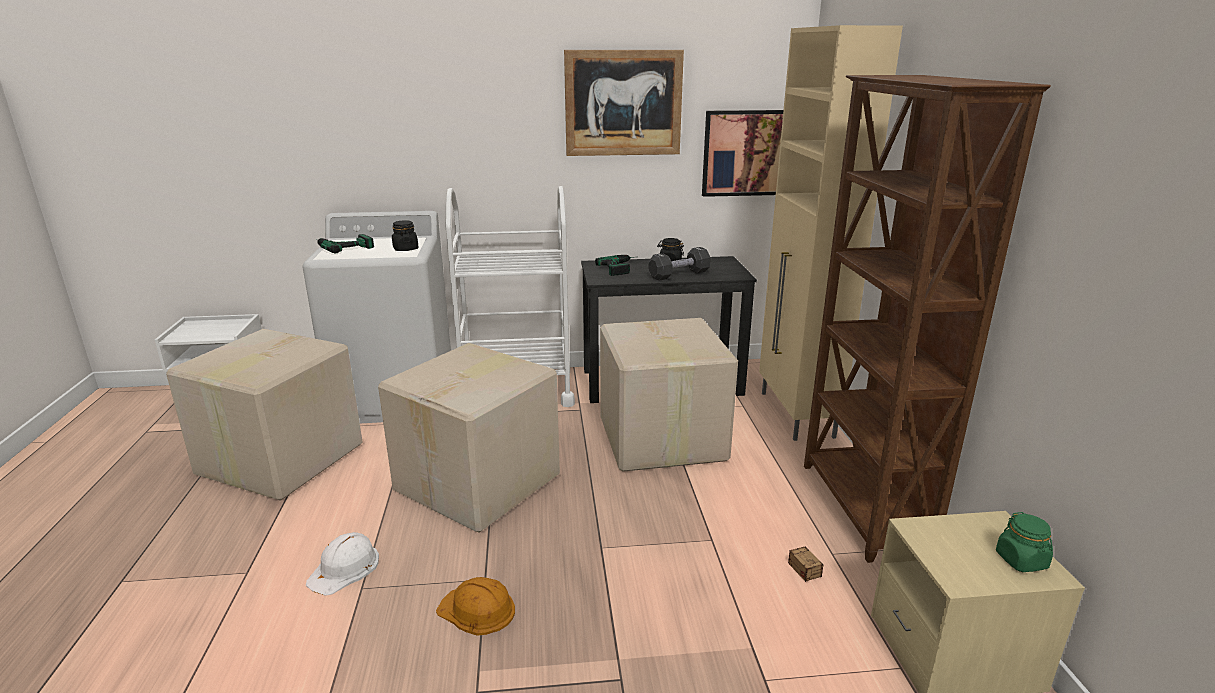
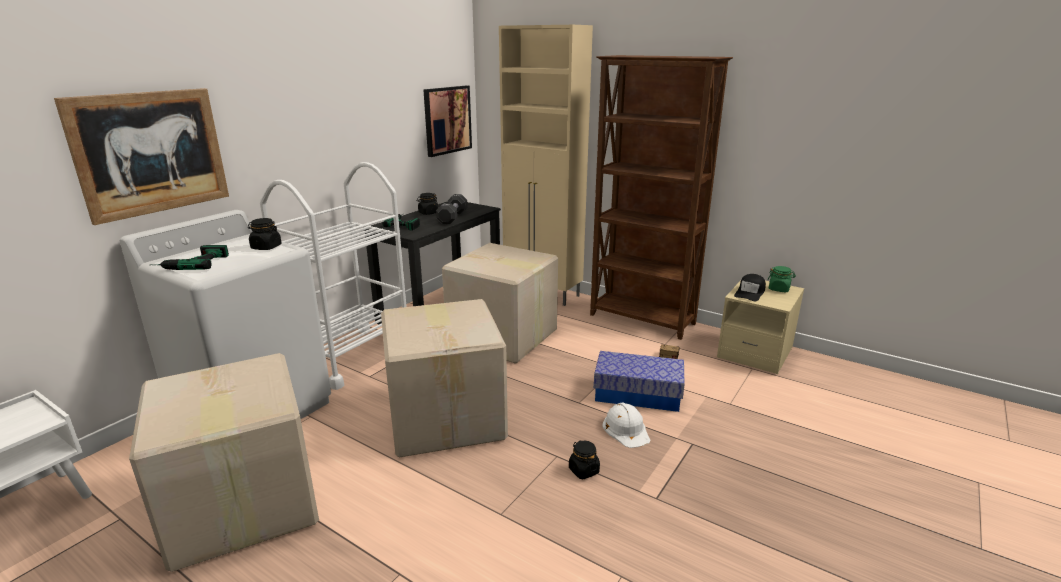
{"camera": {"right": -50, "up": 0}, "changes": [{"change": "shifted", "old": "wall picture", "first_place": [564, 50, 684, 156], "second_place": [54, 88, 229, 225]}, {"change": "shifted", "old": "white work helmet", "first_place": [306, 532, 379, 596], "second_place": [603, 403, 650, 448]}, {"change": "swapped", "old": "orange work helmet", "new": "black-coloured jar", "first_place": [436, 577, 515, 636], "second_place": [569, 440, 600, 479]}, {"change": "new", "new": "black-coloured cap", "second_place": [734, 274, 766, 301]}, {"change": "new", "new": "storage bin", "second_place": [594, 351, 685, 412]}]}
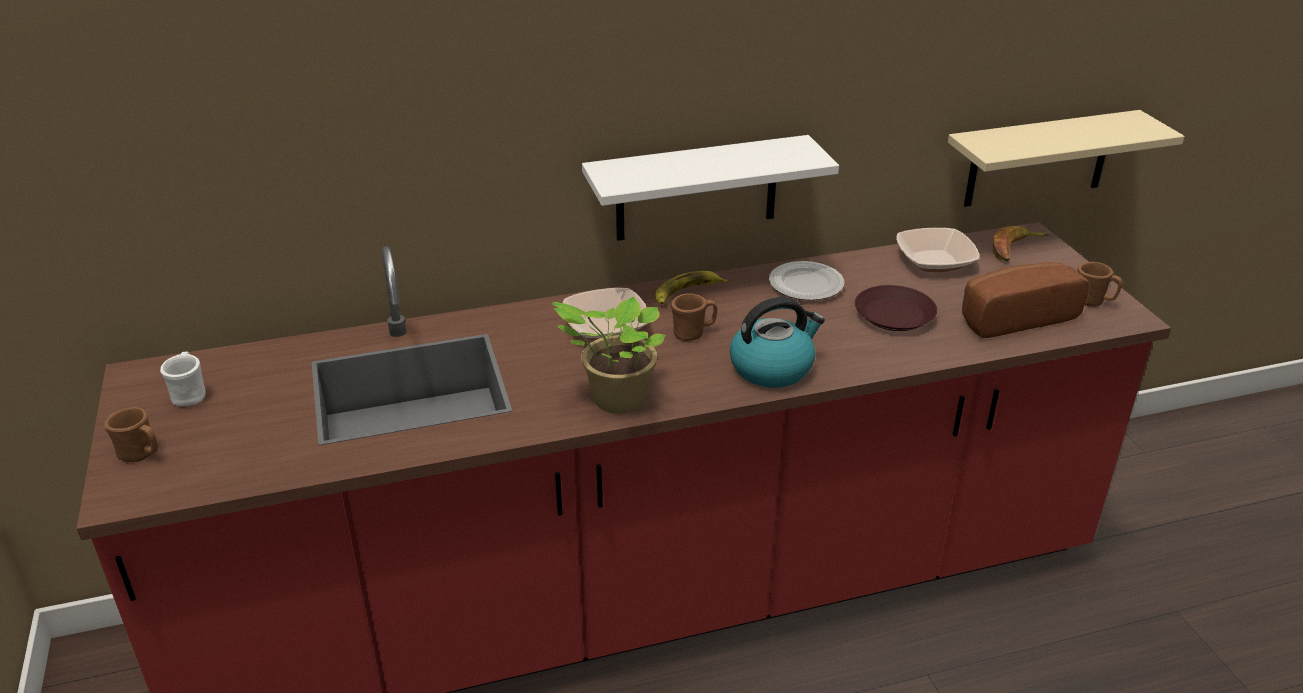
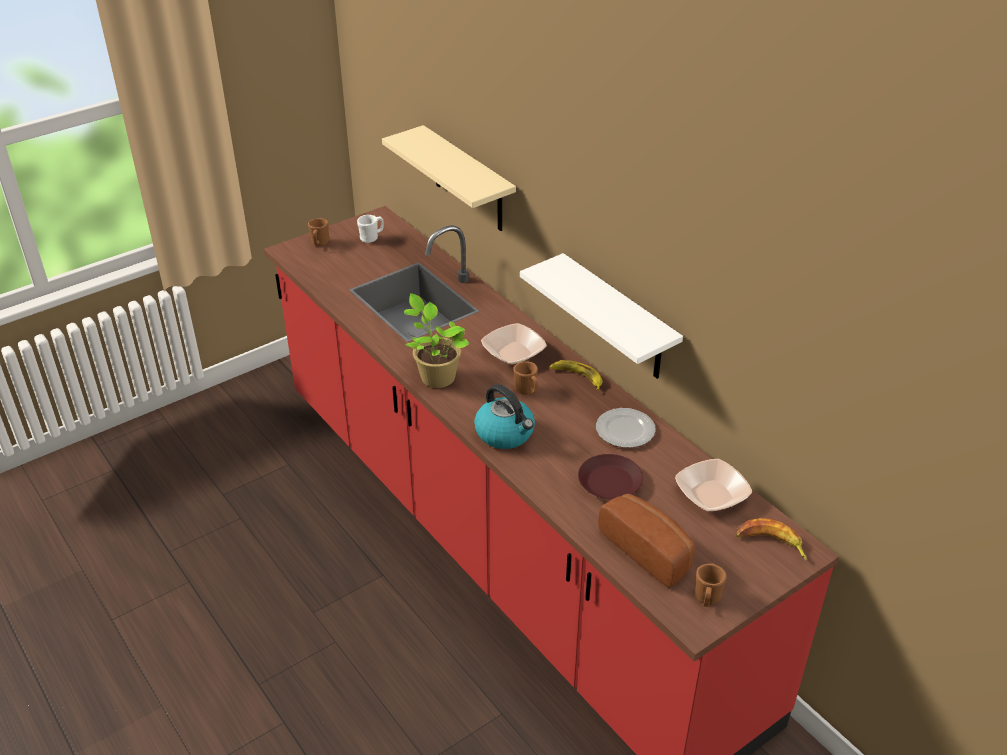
{"camera": {"right": 70, "up": 5}, "changes": [{"change": "shifted", "old": "sand-coloured shelf", "first_place": [948, 110, 1185, 207], "second_place": [382, 125, 516, 231]}]}
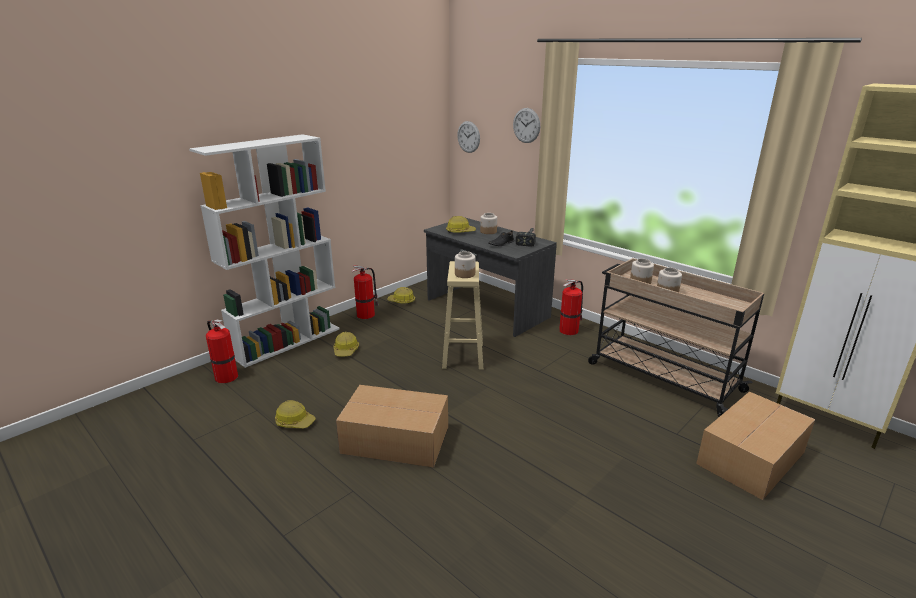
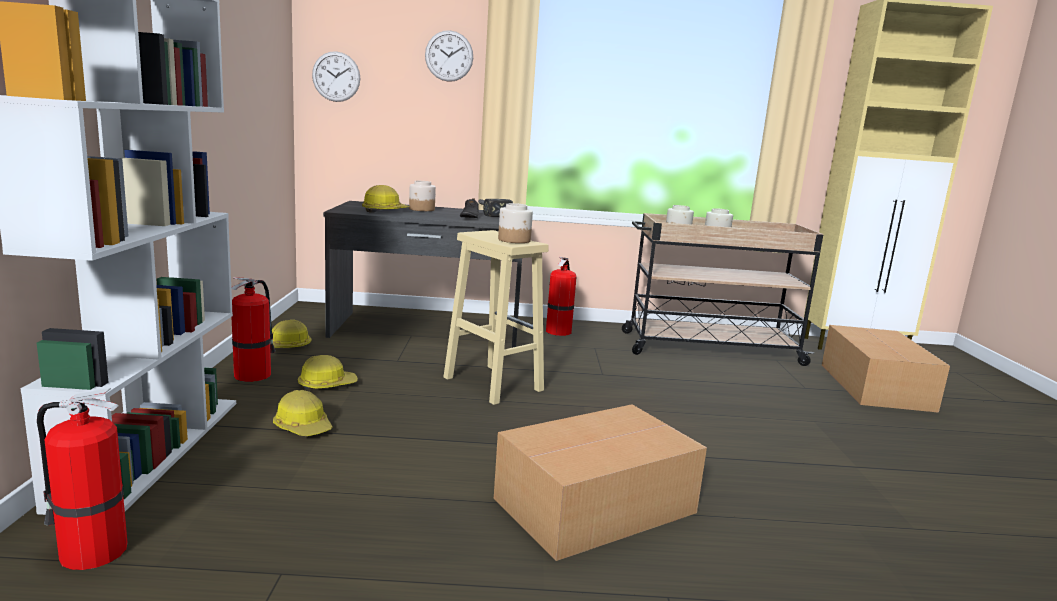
{"camera": {"right": -45, "up": -10}, "changes": [{"change": "shifted", "old": "work helmet", "first_place": [275, 400, 316, 429], "second_place": [298, 355, 357, 389]}]}
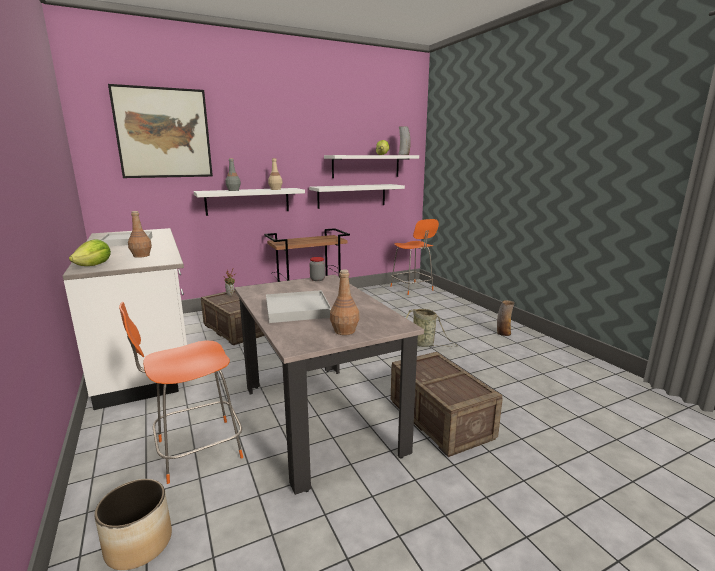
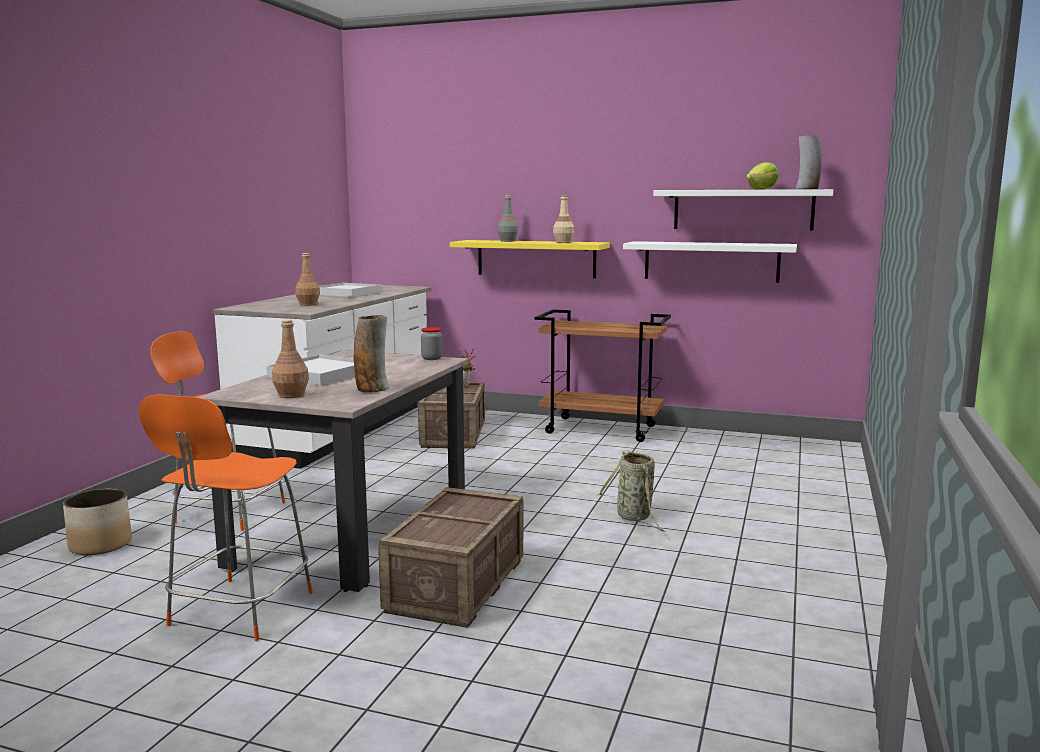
{"camera": {"right": 45, "up": -5}, "changes": [{"change": "gone", "old": "wall picture", "first_place": [108, 84, 213, 178]}, {"change": "repainted", "old": "white shelf", "new": "yellow shelf", "first_place": [193, 188, 305, 216], "second_place": [450, 240, 610, 278]}, {"change": "shifted", "old": "orange upright chair", "first_place": [390, 219, 439, 295], "second_place": [139, 394, 313, 641]}, {"change": "gone", "old": "head of lettuce", "first_place": [69, 239, 111, 266]}, {"change": "shifted", "old": "vase", "first_place": [497, 300, 515, 336], "second_place": [353, 315, 389, 392]}]}
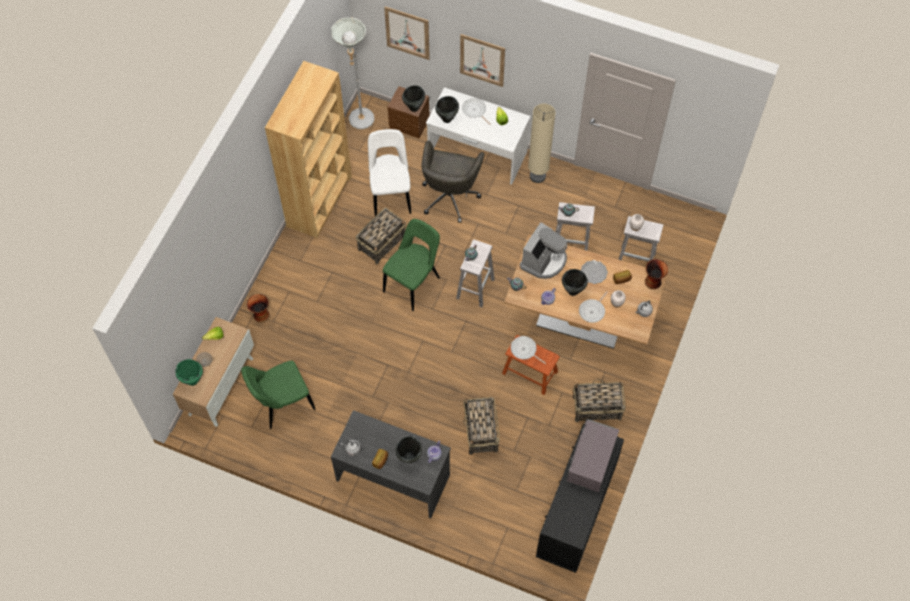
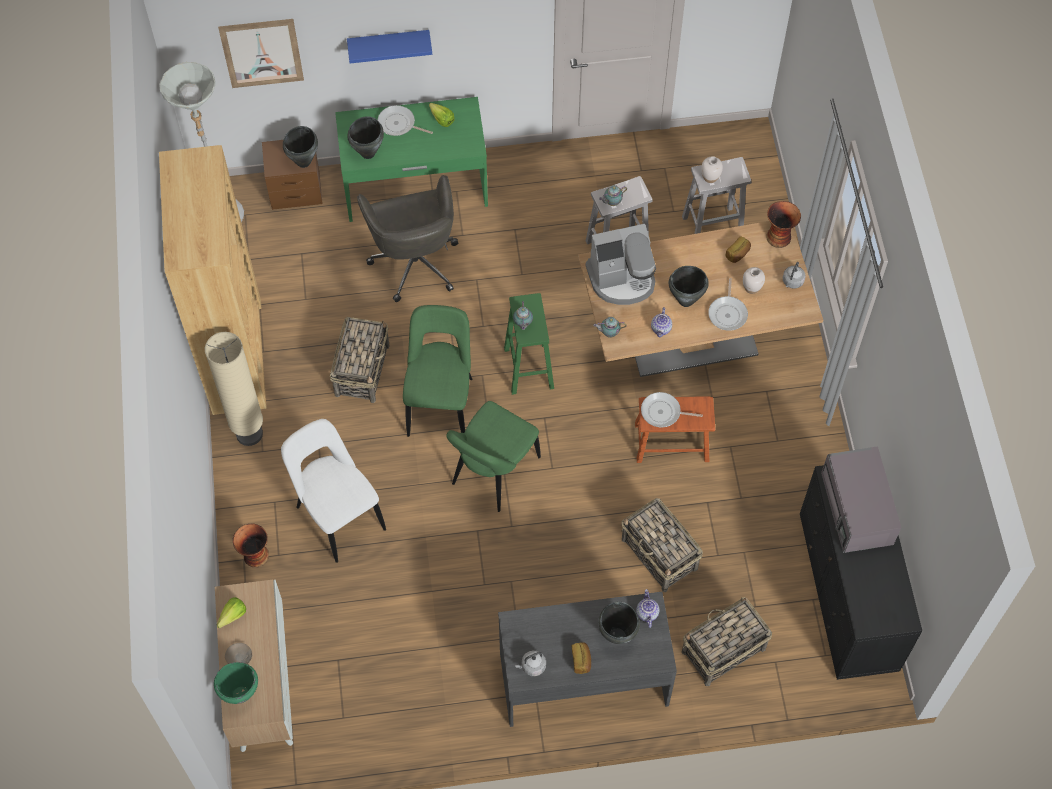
{"camera": {"right": -30, "up": 0}, "changes": [{"change": "swapped", "old": "wall picture", "new": "blue-coloured shelf", "first_place": [460, 34, 505, 87], "second_place": [347, 30, 432, 63]}, {"change": "repainted", "old": "white desk", "new": "greenish desk", "first_place": [426, 87, 530, 185], "second_place": [335, 97, 488, 222]}, {"change": "shifted", "old": "sand-coloured standing lamp", "first_place": [528, 103, 556, 183], "second_place": [205, 332, 263, 446]}, {"change": "shifted", "old": "white upright chair", "first_place": [368, 129, 411, 216], "second_place": [281, 419, 386, 563]}, {"change": "rotated", "old": "coffee machine", "first_place": [520, 222, 567, 279], "second_place": [586, 224, 656, 305], "degrees": 75}, {"change": "repainted", "old": "white sitting stool", "new": "greenish sitting stool", "first_place": [456, 239, 495, 307], "second_place": [504, 293, 554, 395]}, {"change": "gone", "old": "plate", "first_place": [581, 260, 608, 284]}, {"change": "shifted", "old": "greenish upright chair", "first_place": [241, 360, 316, 429], "second_place": [446, 401, 541, 512]}, {"change": "shifted", "old": "household basket", "first_place": [572, 379, 626, 422], "second_place": [682, 597, 772, 686]}]}
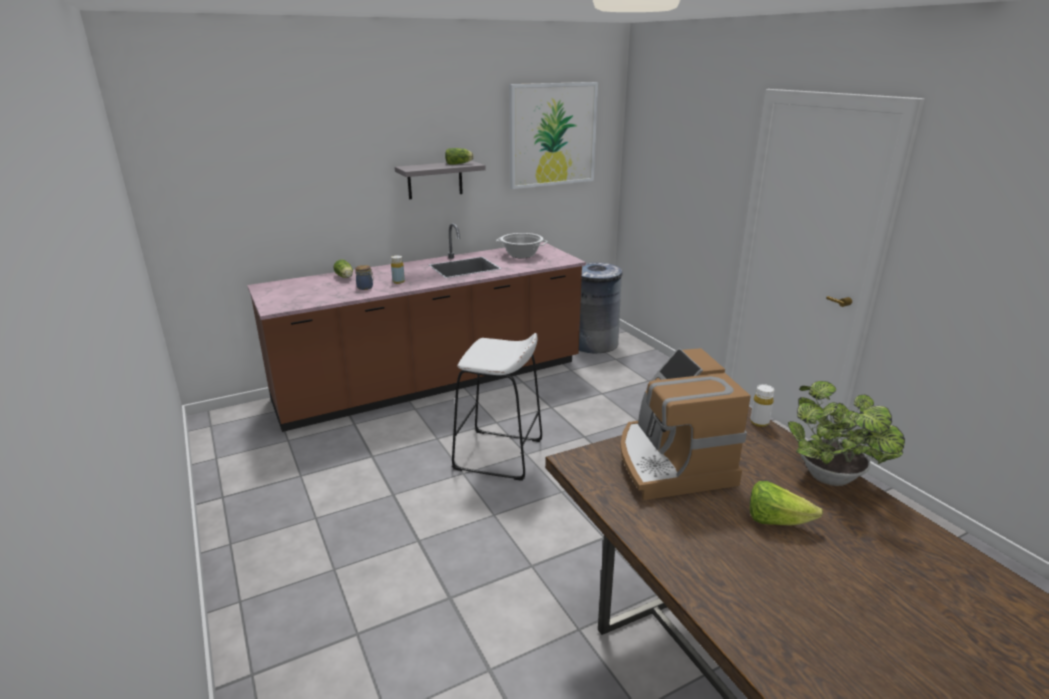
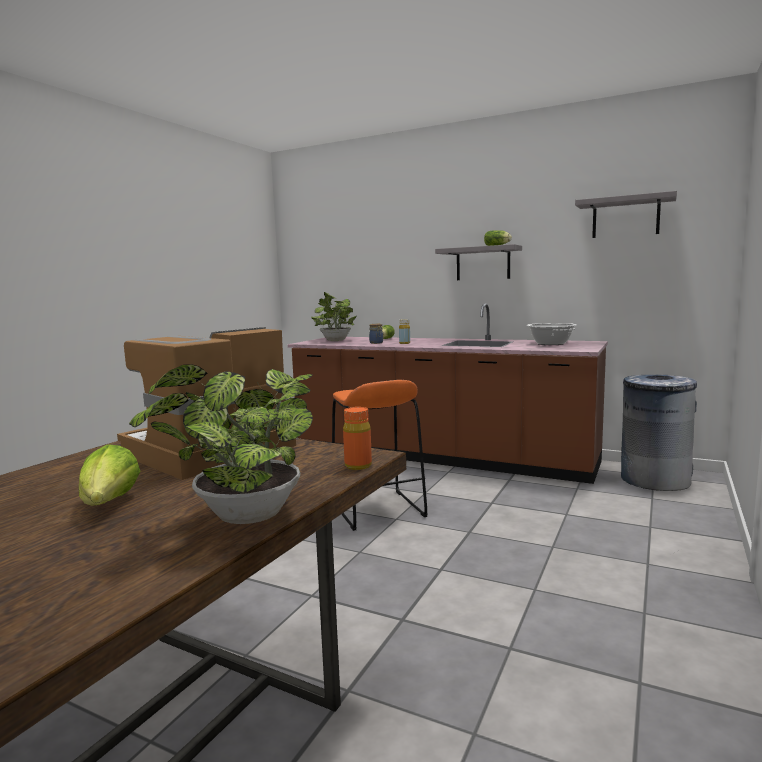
{"camera": {"right": 55, "up": -15}, "changes": [{"change": "swapped", "old": "wall picture", "new": "greyish shelf", "first_place": [509, 82, 598, 189], "second_place": [575, 191, 677, 238]}, {"change": "repainted", "old": "white sitting stool", "new": "orange sitting stool", "first_place": [452, 333, 542, 481], "second_place": [332, 380, 428, 531]}, {"change": "repainted", "old": "white beverage bottle", "new": "orange beverage bottle", "first_place": [750, 384, 774, 427], "second_place": [343, 407, 372, 470]}, {"change": "new", "new": "plant in a pot", "second_place": [311, 292, 357, 341]}]}
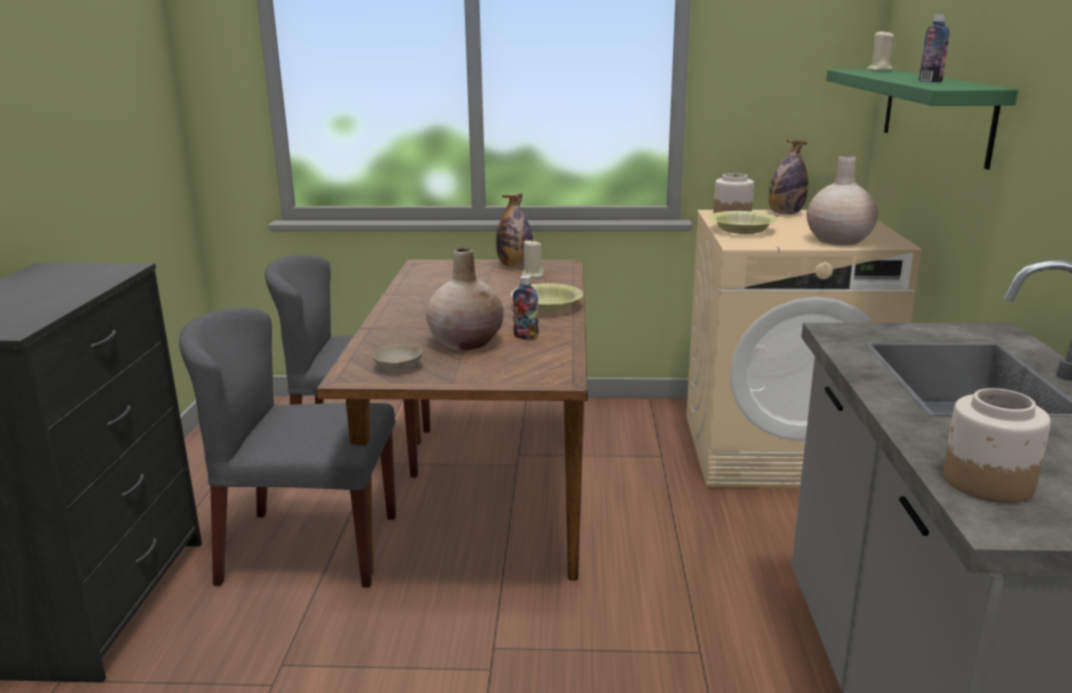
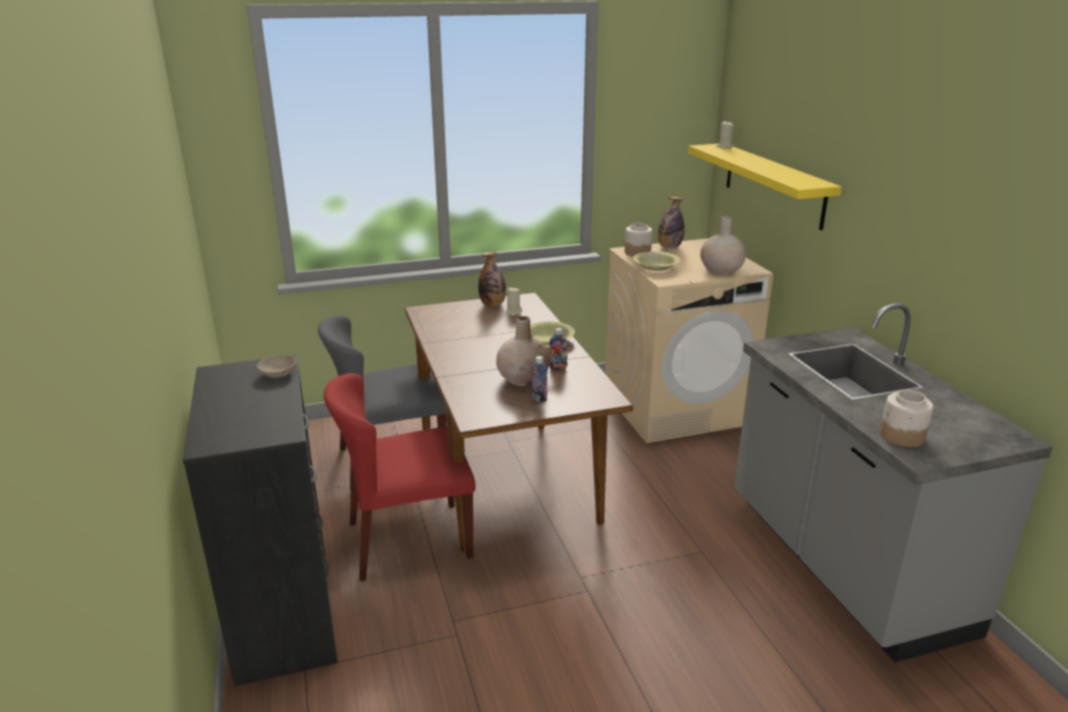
{"camera": {"right": -20, "up": 5}, "changes": [{"change": "shifted", "old": "beverage bottle", "first_place": [919, 14, 949, 82], "second_place": [532, 356, 547, 402]}, {"change": "repainted", "old": "greenish shelf", "new": "yellow shelf", "first_place": [826, 69, 1018, 170], "second_place": [688, 144, 842, 230]}, {"change": "repainted", "old": "greyish upright chair", "new": "red-coloured upright chair", "first_place": [179, 308, 396, 588], "second_place": [324, 373, 475, 581]}, {"change": "shifted", "old": "sand-coloured bowl", "first_place": [372, 344, 423, 371], "second_place": [257, 355, 296, 378]}]}
